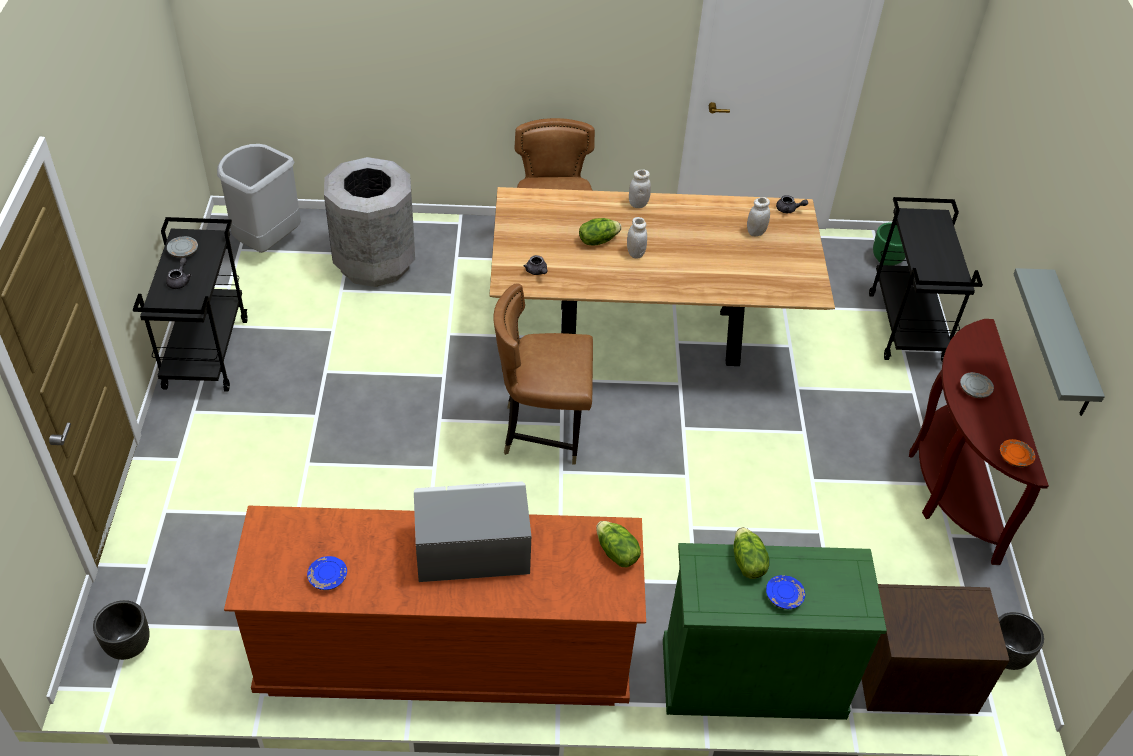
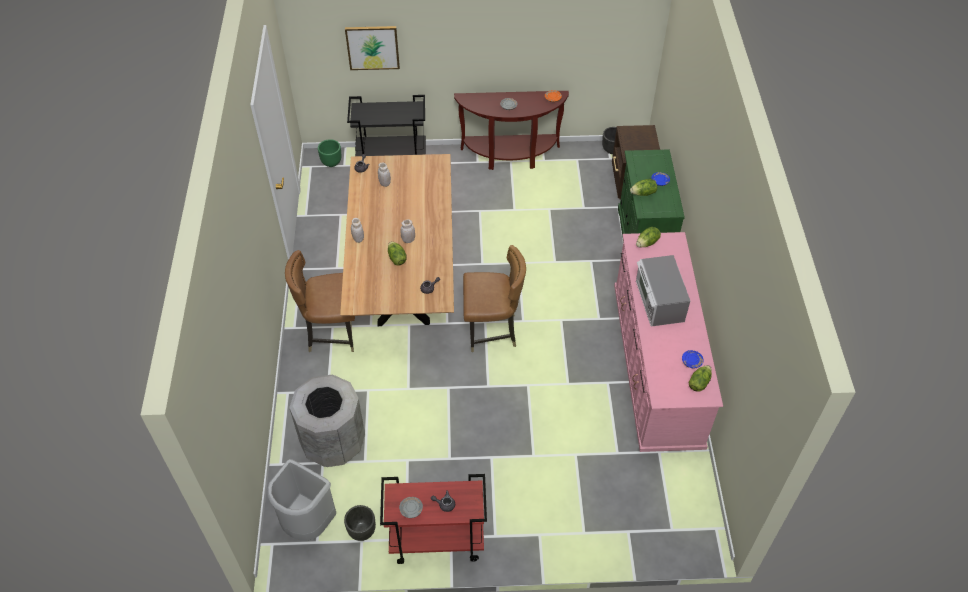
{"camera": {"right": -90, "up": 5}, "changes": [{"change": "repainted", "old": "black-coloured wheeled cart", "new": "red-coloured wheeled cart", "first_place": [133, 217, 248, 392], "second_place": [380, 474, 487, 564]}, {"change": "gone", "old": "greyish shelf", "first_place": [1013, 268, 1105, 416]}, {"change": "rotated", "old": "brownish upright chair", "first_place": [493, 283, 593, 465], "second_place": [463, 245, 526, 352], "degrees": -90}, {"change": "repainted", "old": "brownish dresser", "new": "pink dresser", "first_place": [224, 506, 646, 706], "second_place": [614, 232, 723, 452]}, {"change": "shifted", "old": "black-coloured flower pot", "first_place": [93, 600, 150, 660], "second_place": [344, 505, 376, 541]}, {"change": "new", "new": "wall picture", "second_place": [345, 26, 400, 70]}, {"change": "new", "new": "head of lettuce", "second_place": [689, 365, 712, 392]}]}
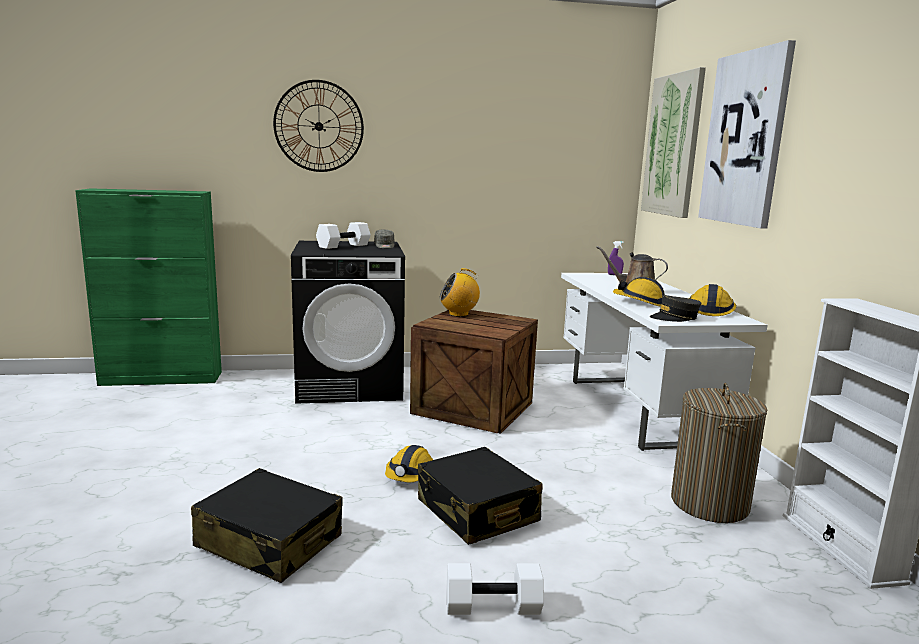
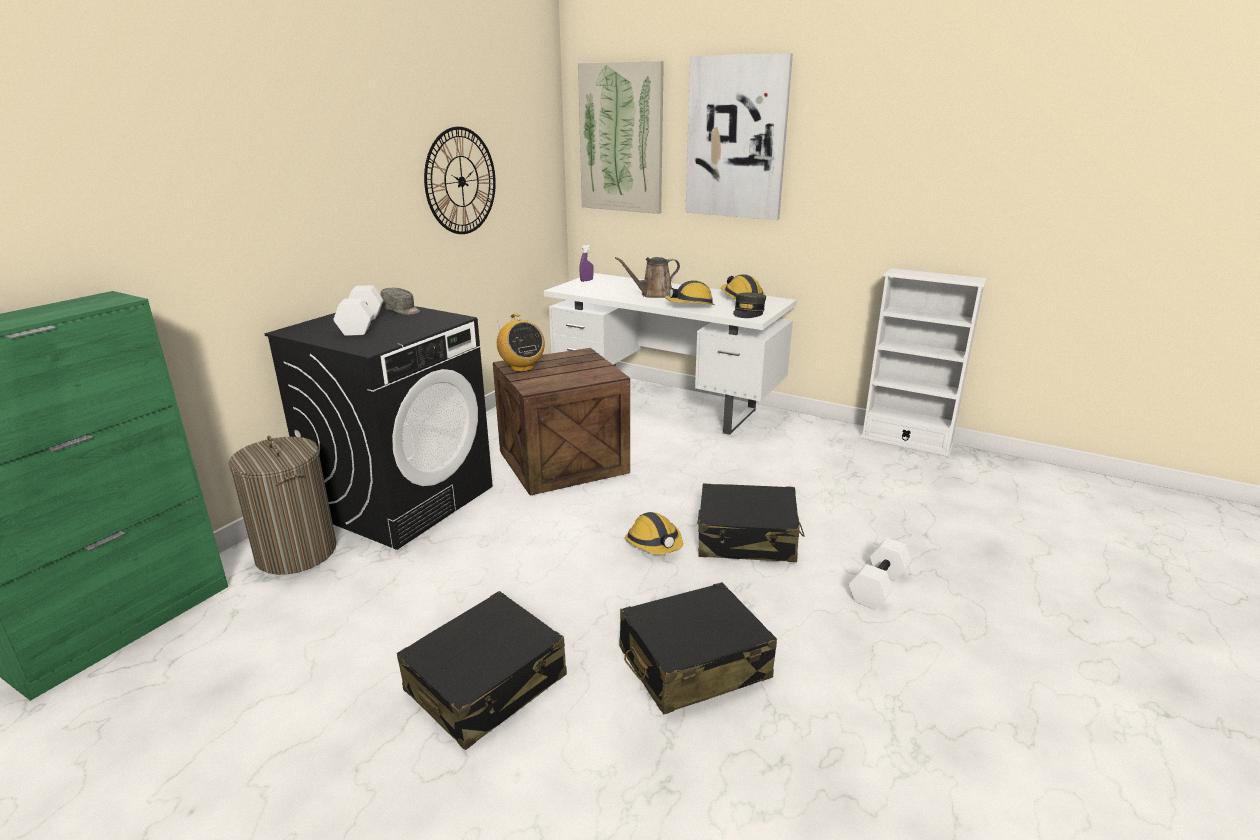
{"camera": {"right": -50, "up": 10}, "changes": [{"change": "shifted", "old": "hanging clock", "first_place": [273, 80, 364, 172], "second_place": [424, 127, 496, 234]}, {"change": "rotated", "old": "radio set", "first_place": [440, 268, 480, 317], "second_place": [497, 314, 545, 372], "degrees": -60}, {"change": "shifted", "old": "hamper", "first_place": [671, 383, 768, 523], "second_place": [229, 436, 336, 575]}, {"change": "new", "new": "black-coloured suitcase", "second_place": [397, 591, 567, 750]}]}
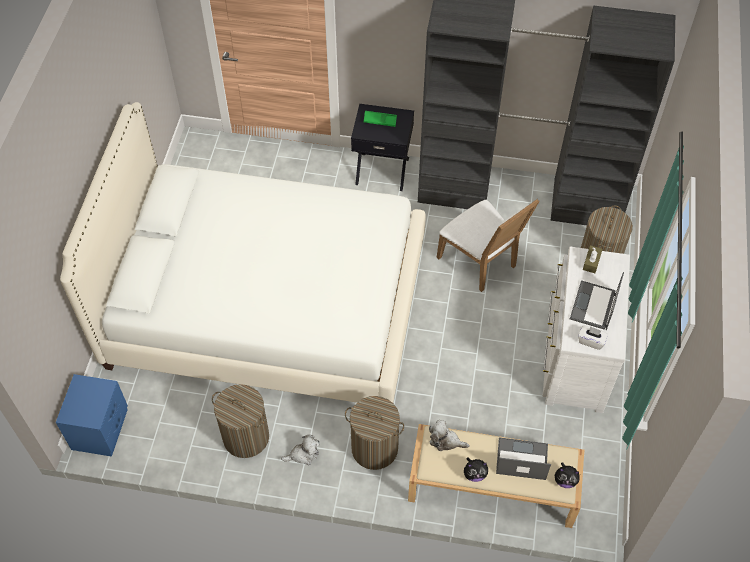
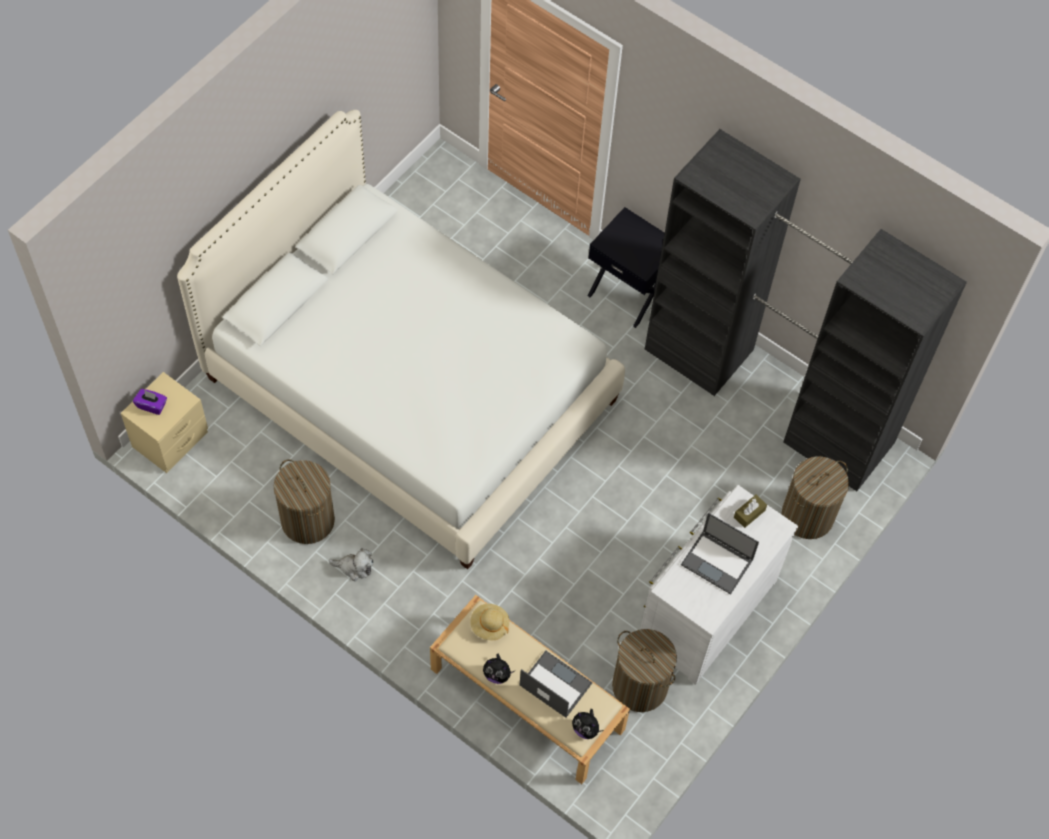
{"camera": {"right": 25, "up": 5}, "changes": [{"change": "gone", "old": "greenish serving tray", "first_place": [364, 111, 397, 127]}, {"change": "gone", "old": "white upright chair", "first_place": [437, 199, 539, 292]}, {"change": "rotated", "old": "laptop", "first_place": [570, 272, 624, 330], "second_place": [681, 513, 759, 595], "degrees": -105}, {"change": "gone", "old": "white box of tissues", "first_place": [578, 325, 608, 350]}, {"change": "repainted", "old": "blue-coloured bedside table", "new": "sand-coloured bedside table", "first_place": [56, 374, 128, 457], "second_place": [121, 372, 208, 473]}, {"change": "shifted", "old": "hamper", "first_place": [345, 396, 404, 470], "second_place": [612, 629, 677, 712]}, {"change": "swapped", "old": "plush toy", "new": "sand-coloured clothing hat", "first_place": [429, 420, 470, 451], "second_place": [470, 604, 509, 640]}, {"change": "new", "new": "purple-coloured box of tissues", "second_place": [133, 389, 167, 415]}]}
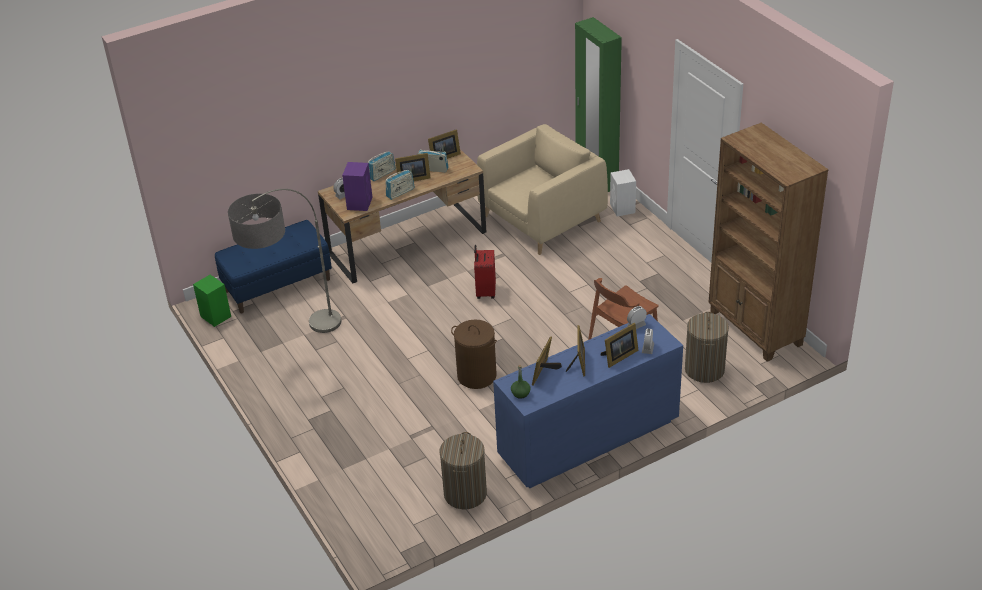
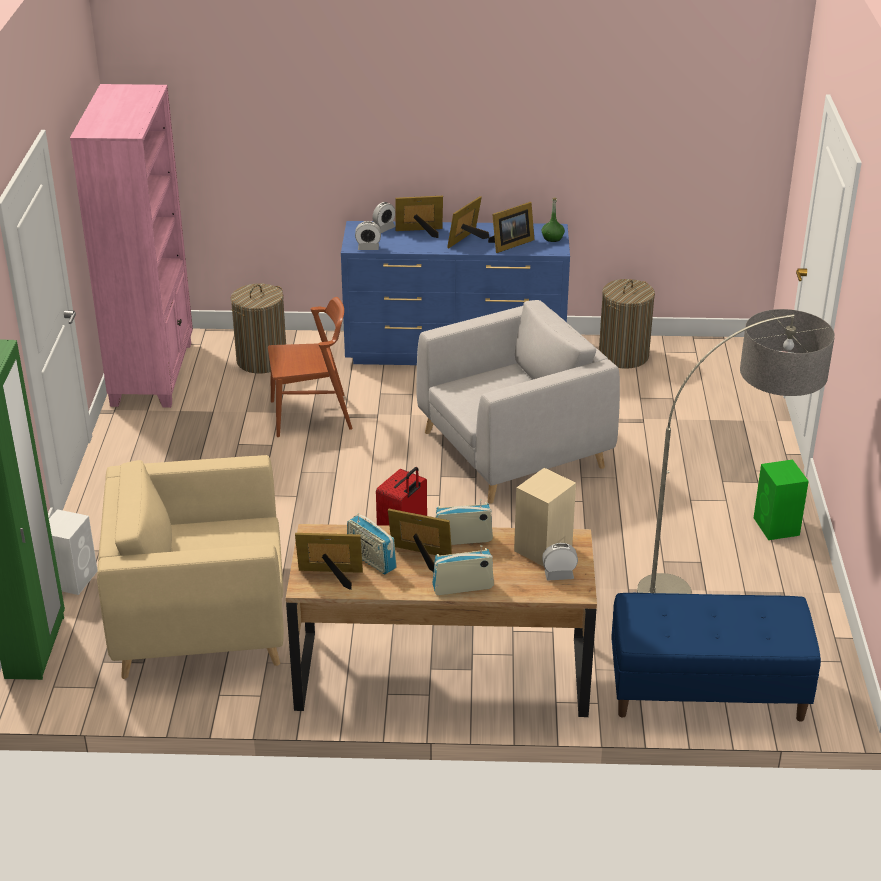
{"camera": {"right": -150, "up": -5}, "changes": [{"change": "repainted", "old": "brownish bookcase", "new": "pink bookcase", "first_place": [708, 123, 829, 362], "second_place": [70, 84, 193, 408]}, {"change": "repainted", "old": "purple-coloured speaker", "new": "sand-coloured speaker", "first_place": [342, 162, 373, 211], "second_place": [514, 468, 576, 566]}, {"change": "shifted", "old": "greenish speaker", "first_place": [193, 275, 231, 327], "second_place": [754, 460, 809, 540]}, {"change": "swapped", "old": "brownish hamper", "new": "greyish easy chair", "first_place": [451, 320, 497, 389], "second_place": [417, 300, 620, 504]}]}
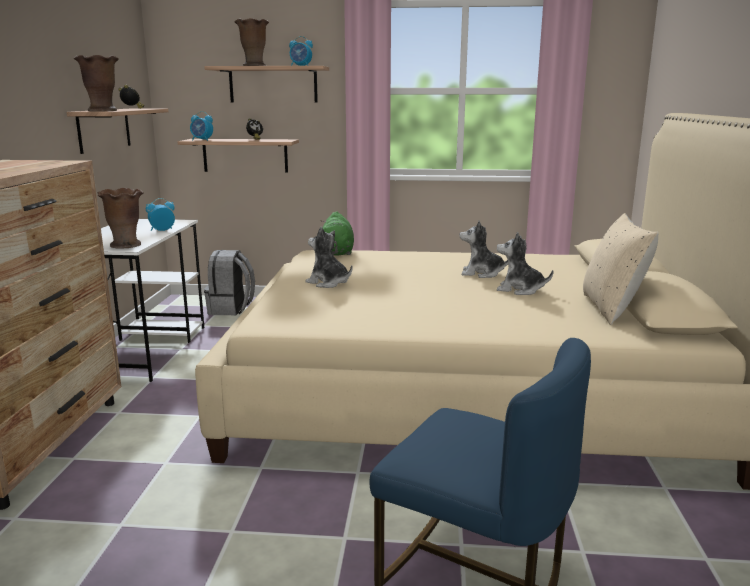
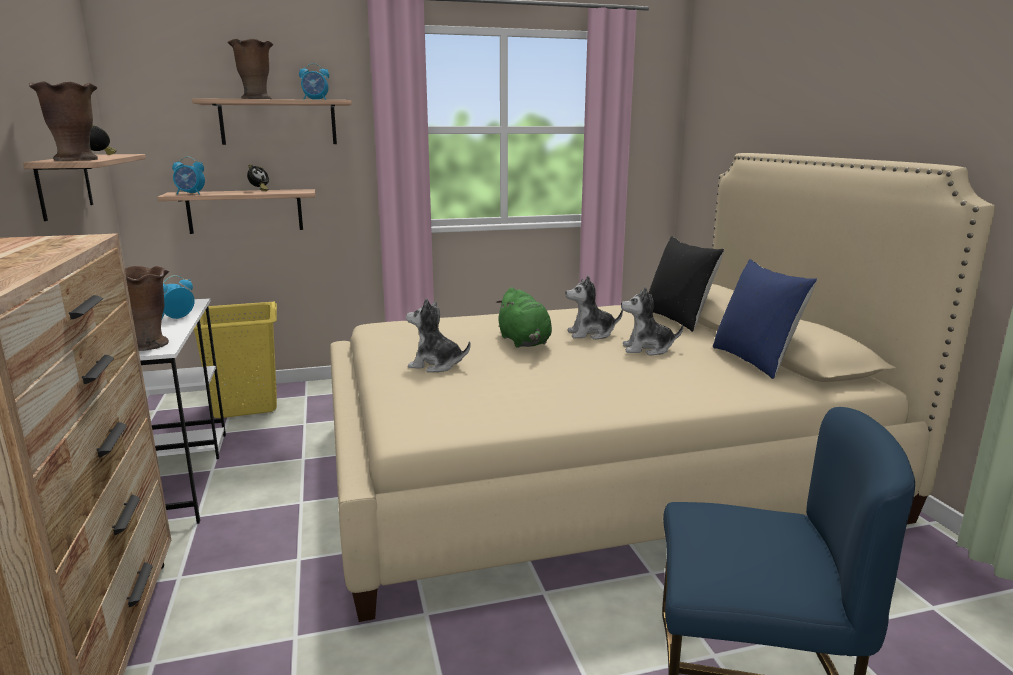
{"camera": {"right": -20, "up": 0}, "changes": [{"change": "shifted", "old": "greenish plush toy", "first_place": [322, 211, 354, 256], "second_place": [496, 287, 552, 348]}, {"change": "repainted", "old": "sand-coloured pillow", "new": "blue-coloured pillow", "first_place": [583, 213, 659, 325], "second_place": [713, 259, 817, 379]}, {"change": "swapped", "old": "greyish backpack", "new": "yellow hamper", "first_place": [204, 250, 255, 315], "second_place": [193, 301, 277, 418]}, {"change": "new", "new": "black-coloured pillow", "second_place": [649, 237, 724, 332]}]}
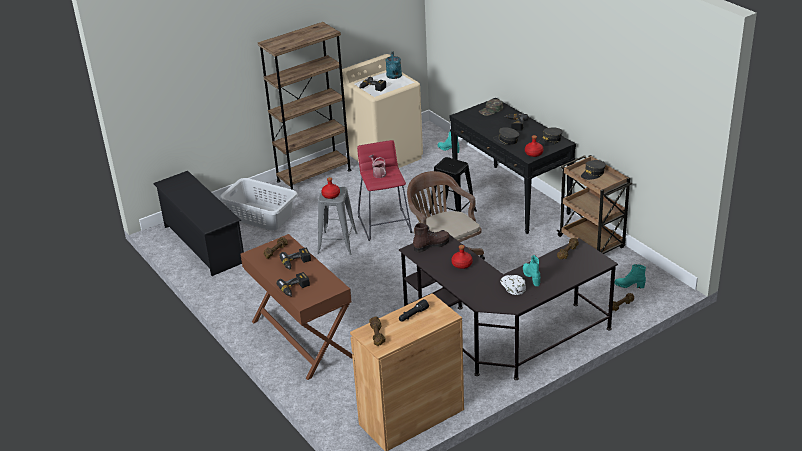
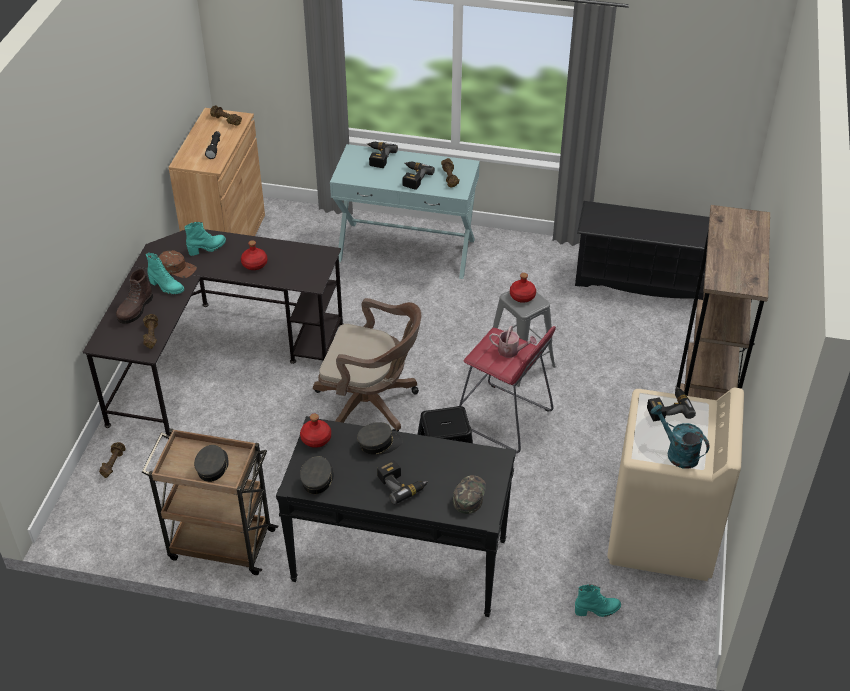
{"camera": {"right": 135, "up": 10}, "changes": [{"change": "gone", "old": "greyish hamper", "first_place": [219, 178, 298, 231]}, {"change": "shifted", "old": "brownish boot", "first_place": [413, 223, 450, 253], "second_place": [116, 269, 153, 324]}, {"change": "repainted", "old": "brownish narrow table", "new": "turquoise-coloured narrow table", "first_place": [240, 234, 352, 380], "second_place": [330, 144, 480, 279]}, {"change": "shifted", "old": "turquoise-coloured boot", "first_place": [614, 264, 646, 289], "second_place": [184, 222, 226, 256]}, {"change": "repainted", "old": "white cap", "new": "brownish cap", "first_place": [500, 275, 526, 295], "second_place": [159, 250, 197, 278]}]}
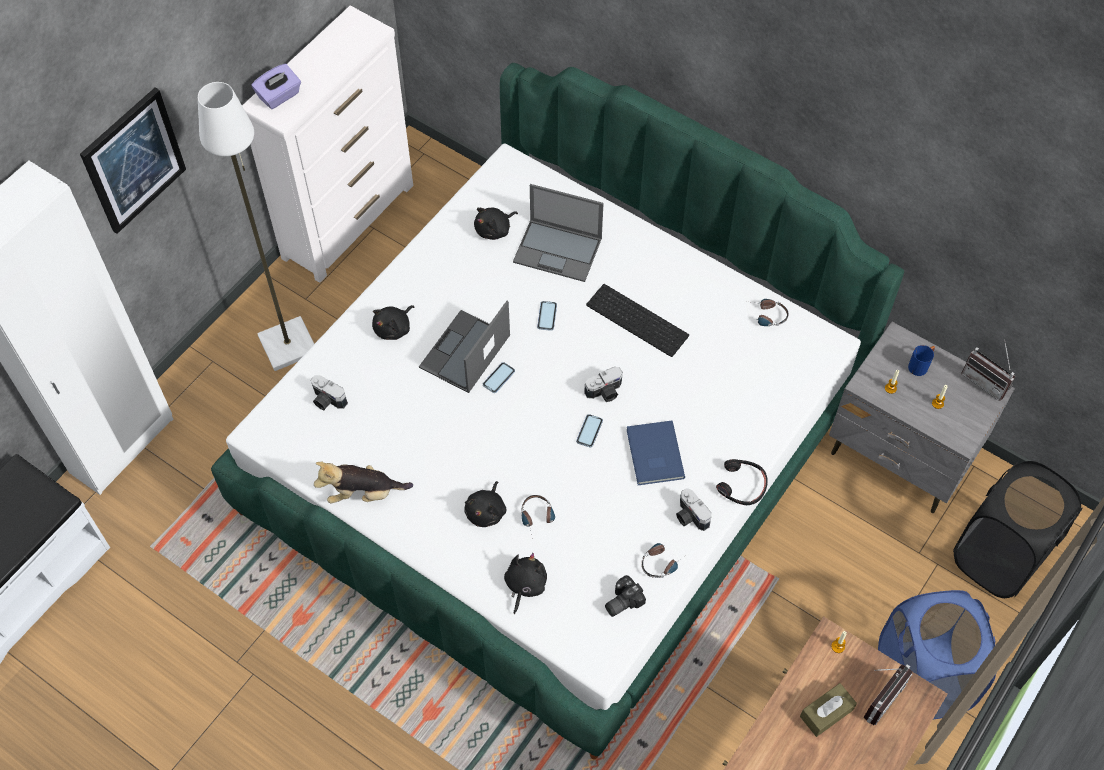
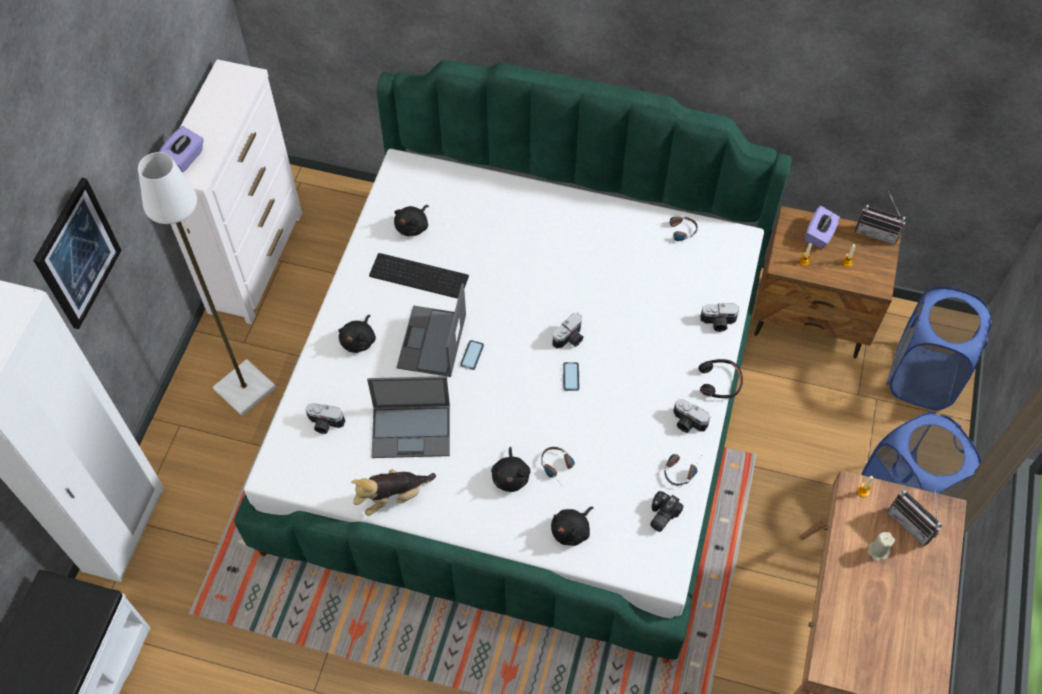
{"camera": {"right": -20, "up": 0}, "changes": [{"change": "shifted", "old": "laptop", "first_place": [513, 184, 604, 282], "second_place": [367, 376, 450, 458]}, {"change": "shifted", "old": "keyboard", "first_place": [586, 284, 689, 357], "second_place": [369, 253, 469, 299]}, {"change": "gone", "old": "handset", "first_place": [537, 301, 557, 331]}, {"change": "repainted", "old": "greyish bedside table", "new": "brownish bedside table", "first_place": [829, 322, 1015, 513], "second_place": [753, 206, 901, 358]}, {"change": "swapped", "old": "blue-coloured mug", "new": "purple-coloured box of tissues", "first_place": [908, 345, 935, 376], "second_place": [805, 206, 840, 248]}, {"change": "gone", "old": "blue-coloured book", "first_place": [627, 421, 685, 485]}, {"change": "repainted", "old": "black-coloured hamper", "new": "blue-coloured hamper", "first_place": [953, 461, 1083, 598], "second_place": [887, 286, 992, 410]}, {"change": "rotated", "old": "black-coloured plush toy", "first_place": [504, 553, 547, 614], "second_place": [551, 507, 594, 546], "degrees": -135}, {"change": "rotated", "old": "radio set", "first_place": [863, 664, 913, 725], "second_place": [887, 486, 942, 546], "degrees": 120}, {"change": "swapped", "old": "brownish box of tissues", "new": "sand-coloured wax light", "first_place": [800, 683, 857, 737], "second_place": [868, 532, 895, 562]}, {"change": "new", "new": "still camera", "second_place": [700, 303, 739, 332]}]}
